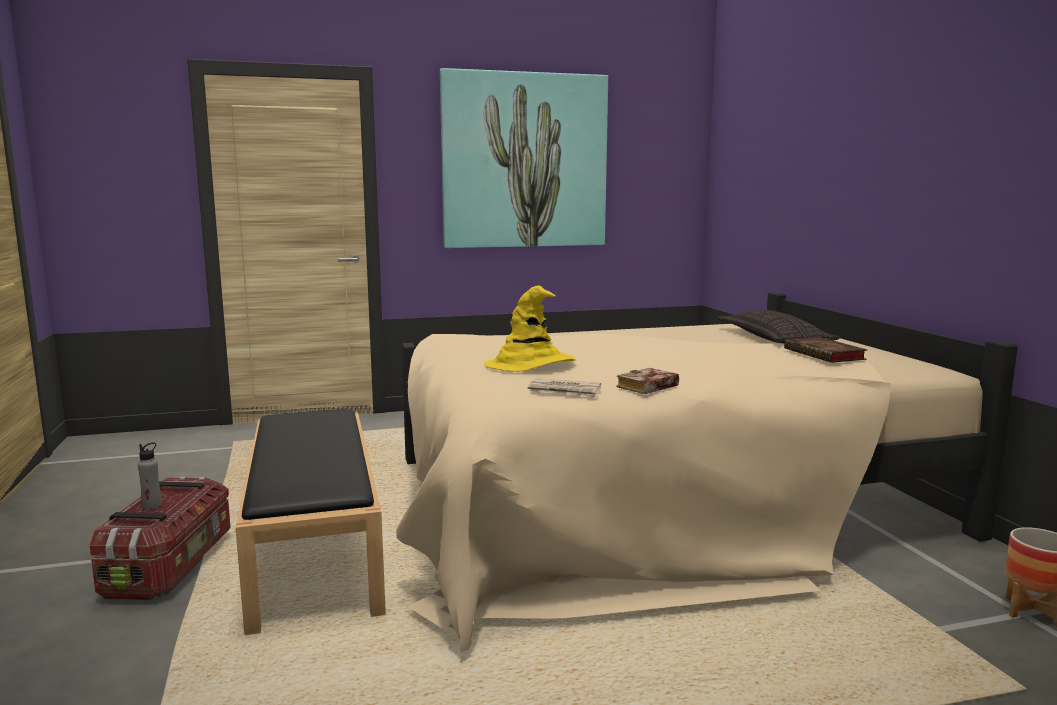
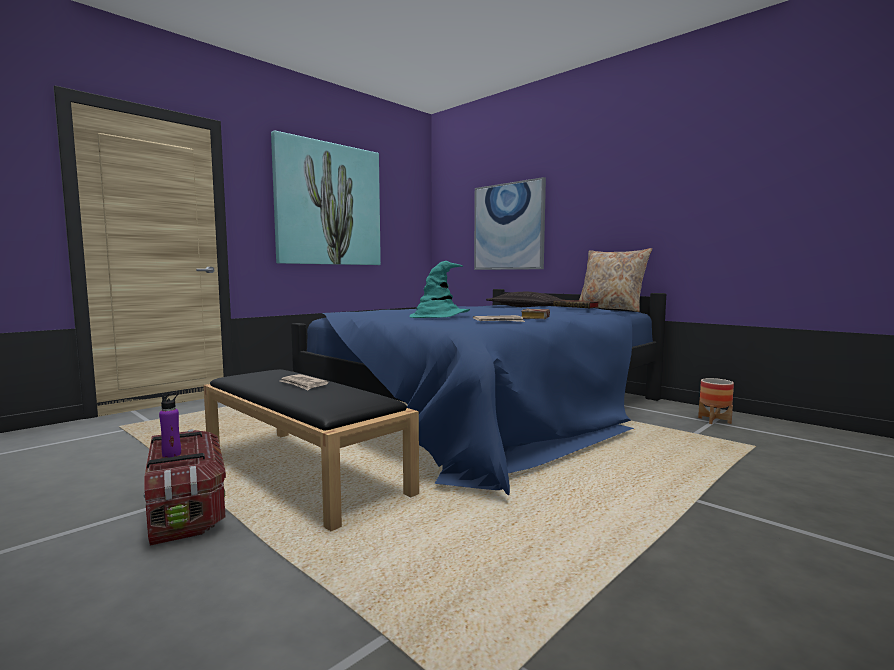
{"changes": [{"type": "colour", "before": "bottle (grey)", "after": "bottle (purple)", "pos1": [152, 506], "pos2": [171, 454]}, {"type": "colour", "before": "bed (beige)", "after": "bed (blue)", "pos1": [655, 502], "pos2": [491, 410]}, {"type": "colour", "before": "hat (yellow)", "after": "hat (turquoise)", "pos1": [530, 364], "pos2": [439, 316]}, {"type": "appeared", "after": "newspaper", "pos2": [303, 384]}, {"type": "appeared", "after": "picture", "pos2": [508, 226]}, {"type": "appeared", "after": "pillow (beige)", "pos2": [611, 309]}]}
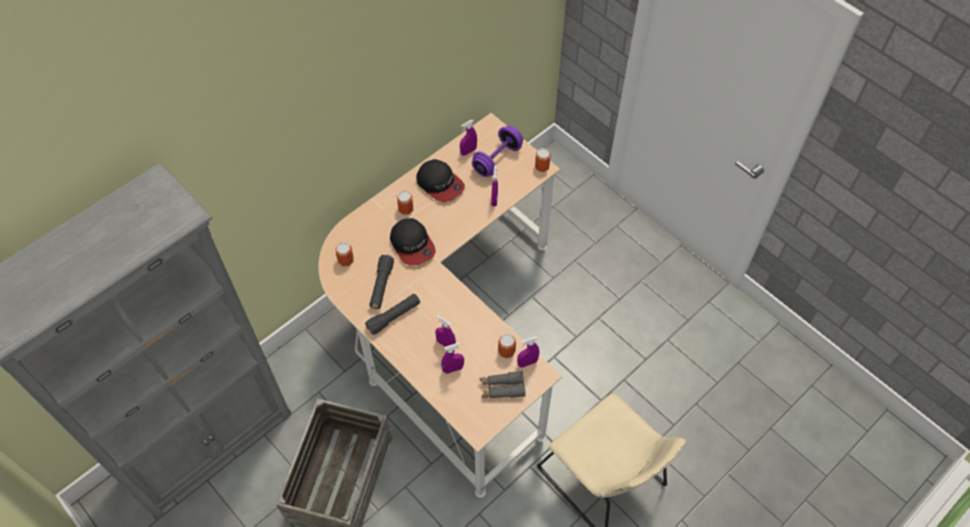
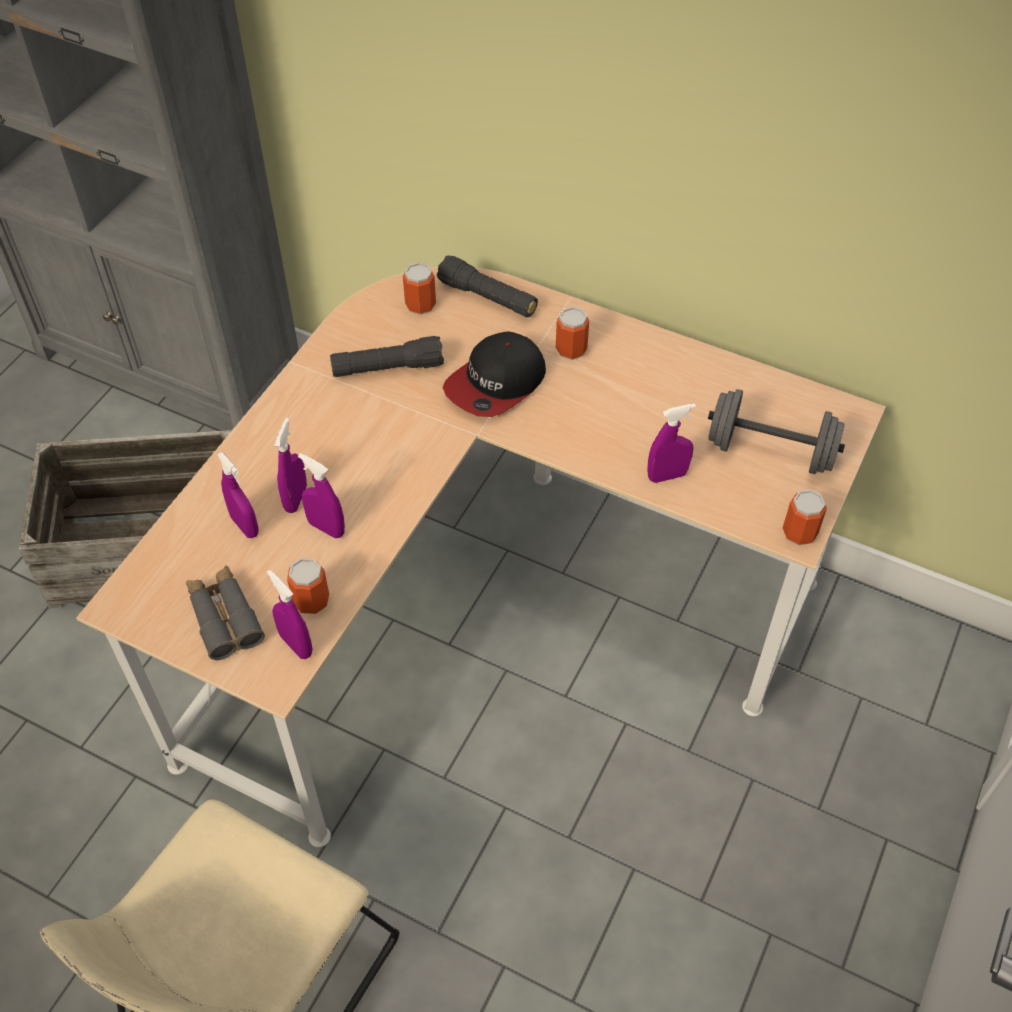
{"changes": [{"type": "relocated", "before": "flashlight (black)", "pos1": [394, 317], "pos2": [488, 298]}, {"type": "missing", "before": "cap", "pos1": [440, 184]}, {"type": "relocated", "before": "spray bottle (purple)", "pos1": [468, 151], "pos2": [326, 528]}, {"type": "colour", "before": "dumbbell (purple)", "after": "dumbbell (grey)", "pos1": [497, 160], "pos2": [770, 451]}]}
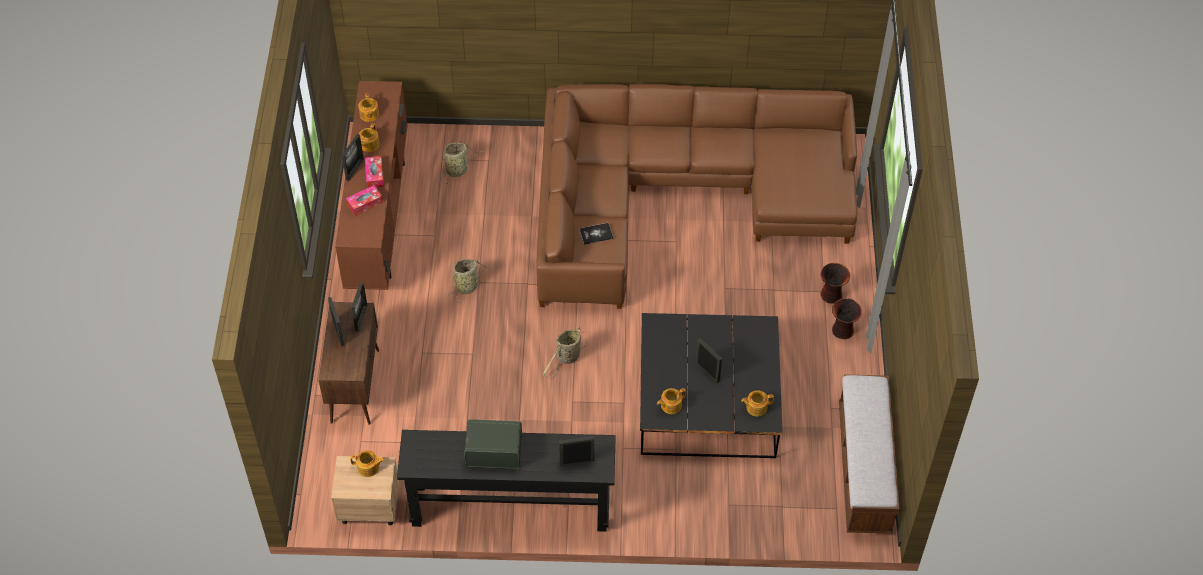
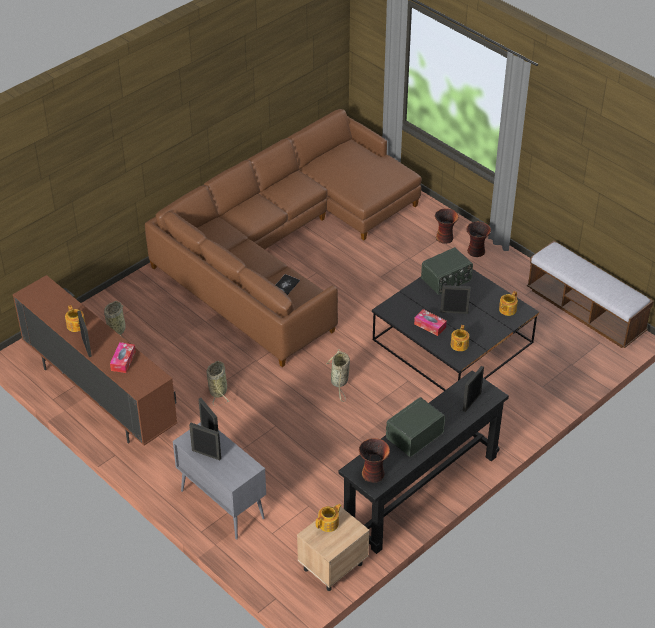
{"changes": [{"type": "colour", "before": "cabinet (brown)", "after": "cabinet (grey)", "pos1": [355, 385], "pos2": [221, 504]}, {"type": "missing", "before": "teapot", "pos1": [369, 115]}, {"type": "relocated", "before": "tissue box", "pos1": [374, 175], "pos2": [430, 326]}, {"type": "appeared", "after": "vase", "pos2": [374, 474]}, {"type": "appeared", "after": "radio", "pos2": [446, 280]}]}
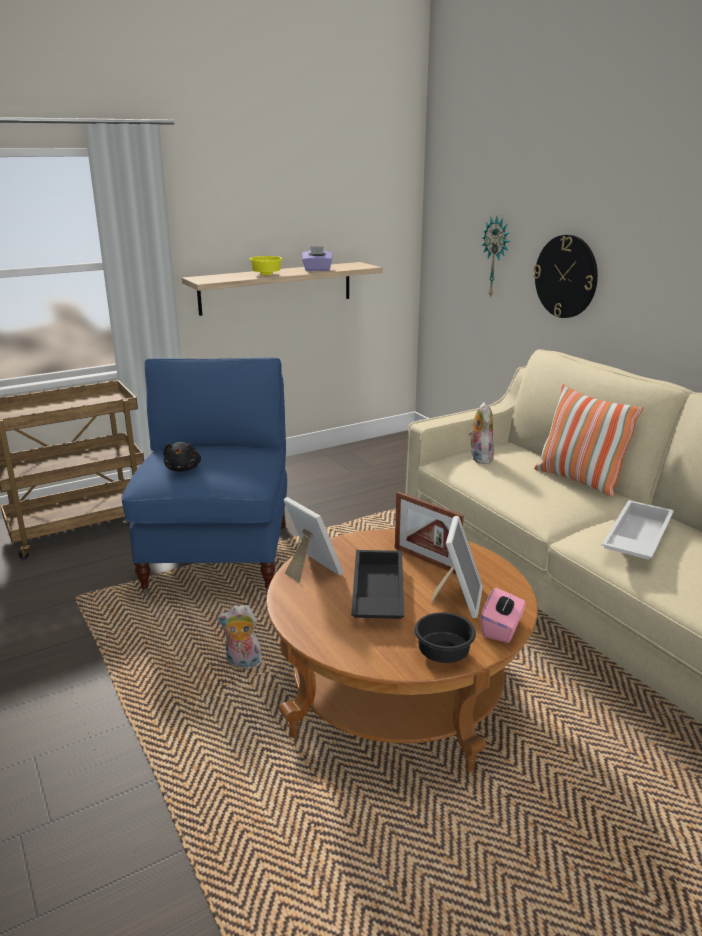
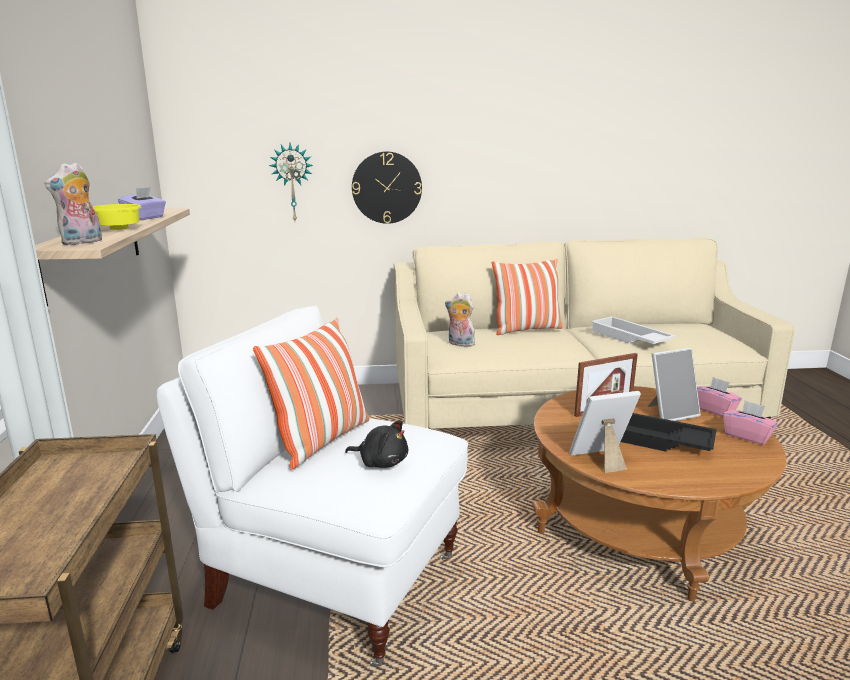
{"changes": [{"type": "colour", "before": "armchair (blue)", "after": "armchair (white)", "pos1": [220, 557], "pos2": [332, 580]}, {"type": "relocated", "before": "plush toy", "pos1": [242, 663], "pos2": [82, 242]}, {"type": "exchanged", "before": "bowl (black)", "after": "tissue box (pink)", "pos1": [441, 653], "pos2": [747, 436]}, {"type": "spun", "before": "picture frame", "pos1": [458, 599], "pos2": [670, 413], "turn": 120}, {"type": "appeared", "after": "pillow", "pos2": [321, 440]}]}
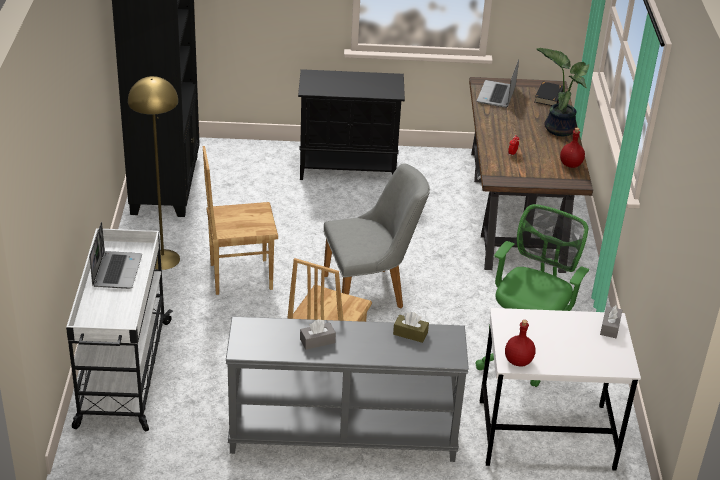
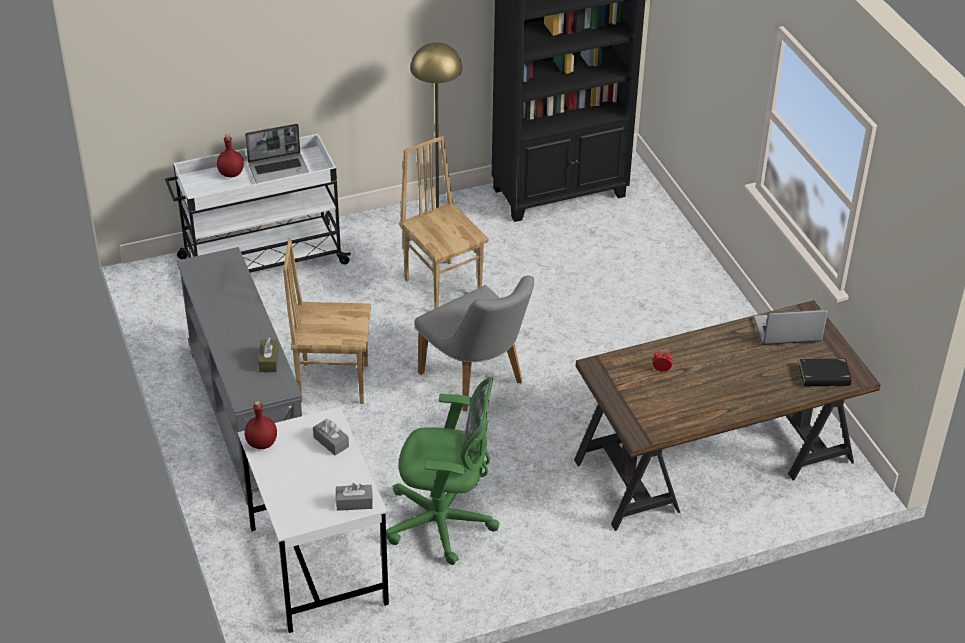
{"changes": [{"type": "missing", "before": "cabinet (black)", "pos1": [349, 169]}, {"type": "relocated", "before": "tissue box (grey)", "pos1": [317, 341], "pos2": [331, 442]}, {"type": "missing", "before": "potted plant", "pos1": [559, 128]}, {"type": "relocated", "before": "bottle (red)", "pos1": [571, 164], "pos2": [231, 174]}]}
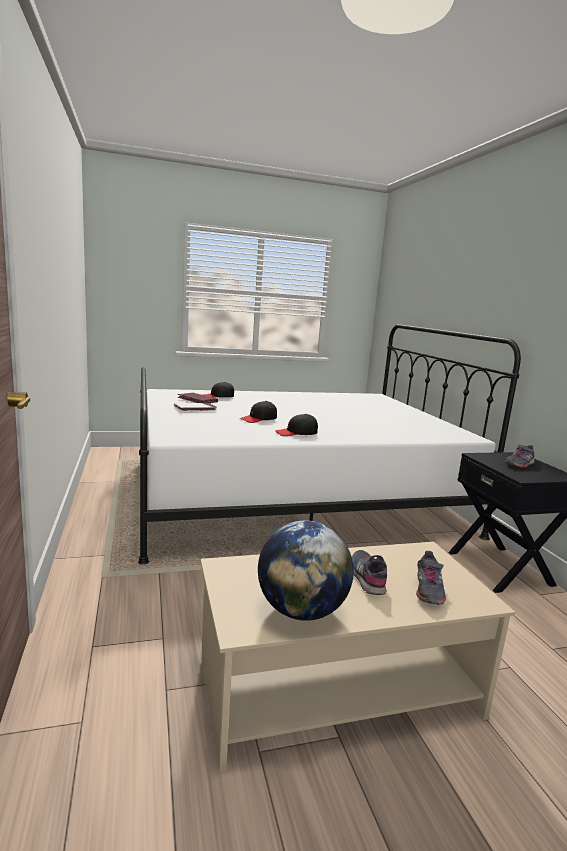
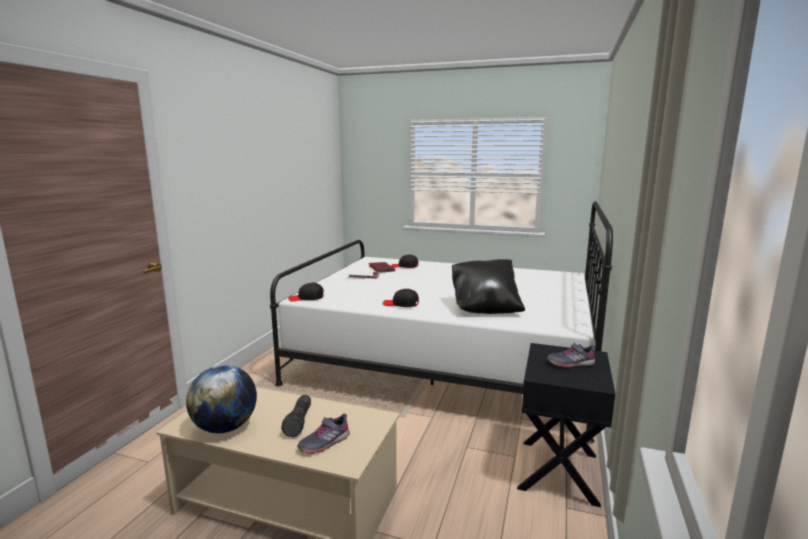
{"changes": [{"type": "relocated", "before": "cap (black)", "pos1": [259, 419], "pos2": [306, 298]}, {"type": "exchanged", "before": "shoe (grey)", "after": "flashlight", "pos1": [367, 577], "pos2": [299, 422]}, {"type": "appeared", "after": "pillow (black)", "pos2": [485, 308]}]}
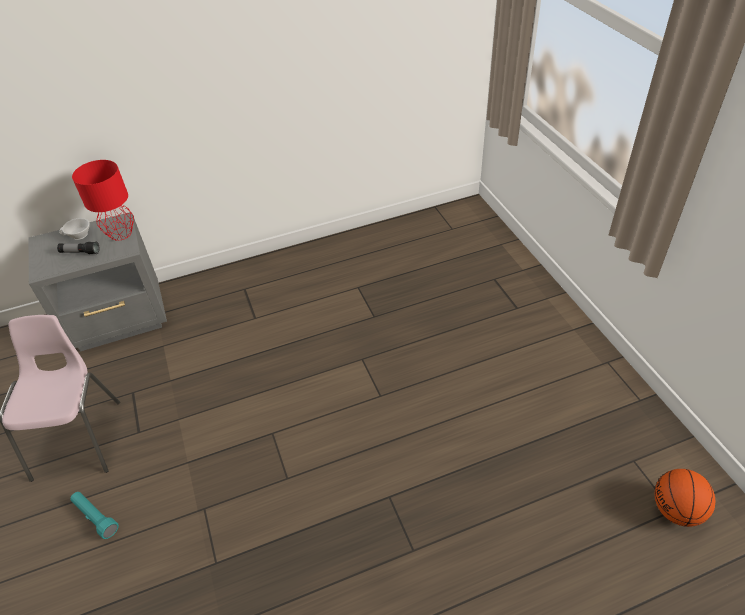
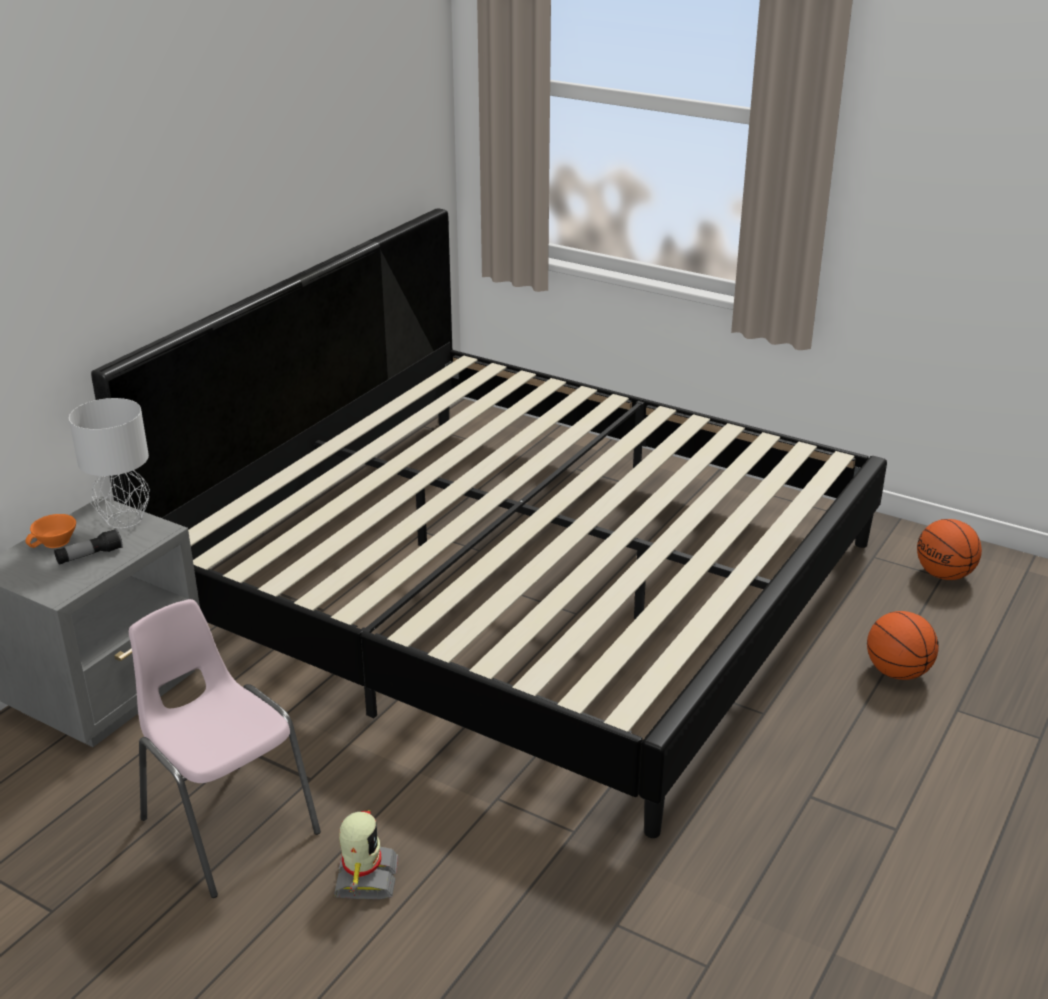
{"changes": [{"type": "colour", "before": "cup (white)", "after": "cup (orange)", "pos1": [78, 235], "pos2": [55, 542]}, {"type": "exchanged", "before": "flashlight (turquoise)", "after": "toy robot", "pos1": [95, 517], "pos2": [364, 878]}, {"type": "colour", "before": "table lamp (red)", "after": "table lamp (grey)", "pos1": [121, 233], "pos2": [124, 519]}, {"type": "appeared", "after": "bed", "pos2": [523, 581]}, {"type": "appeared", "after": "basketball", "pos2": [896, 672]}]}
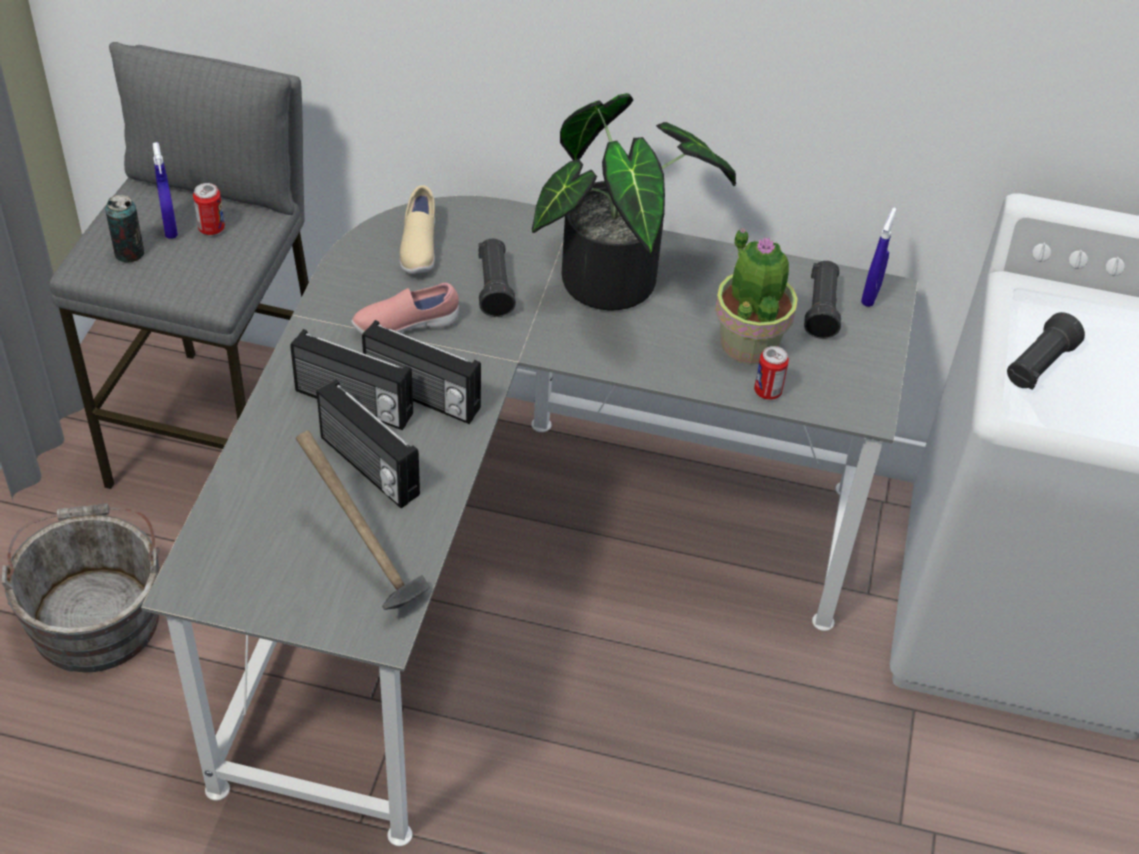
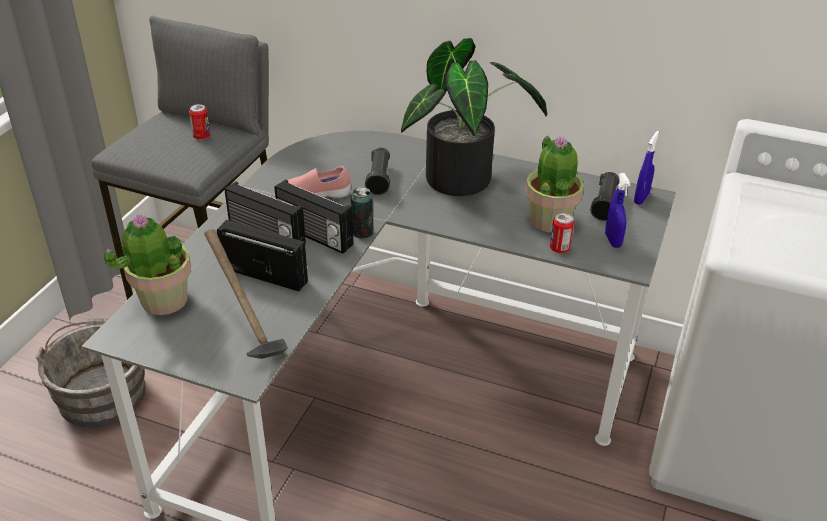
{"changes": [{"type": "relocated", "before": "can", "pos1": [129, 253], "pos2": [362, 232]}, {"type": "relocated", "before": "spray bottle (blue)", "pos1": [170, 228], "pos2": [612, 240]}, {"type": "spun", "before": "radio", "pos1": [367, 467], "pos2": [265, 274], "turn": 150}, {"type": "missing", "before": "shoe (beige)", "pos1": [418, 248]}, {"type": "missing", "before": "flashlight (black)", "pos1": [1038, 366]}, {"type": "appeared", "after": "potted plant", "pos2": [163, 300]}]}
